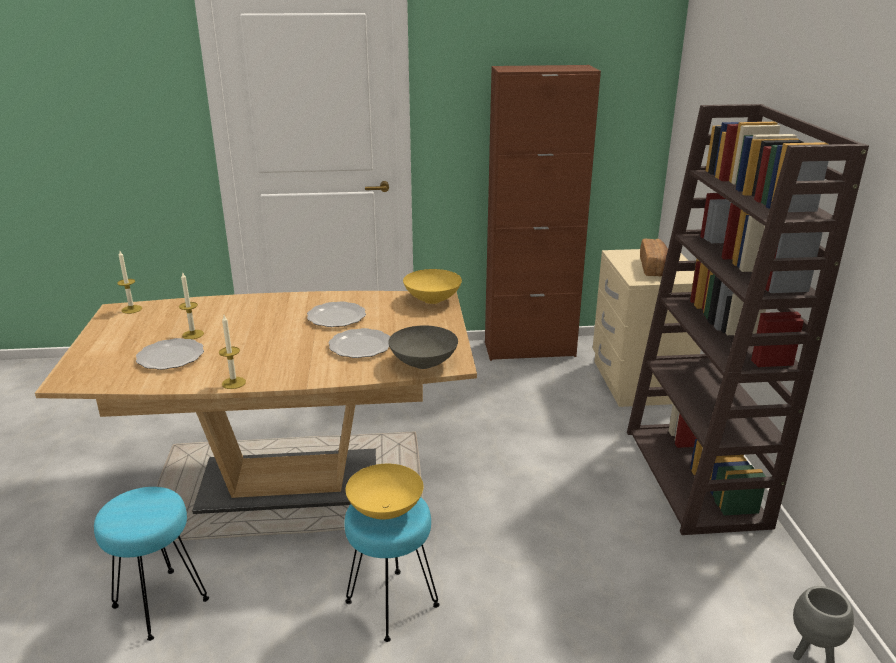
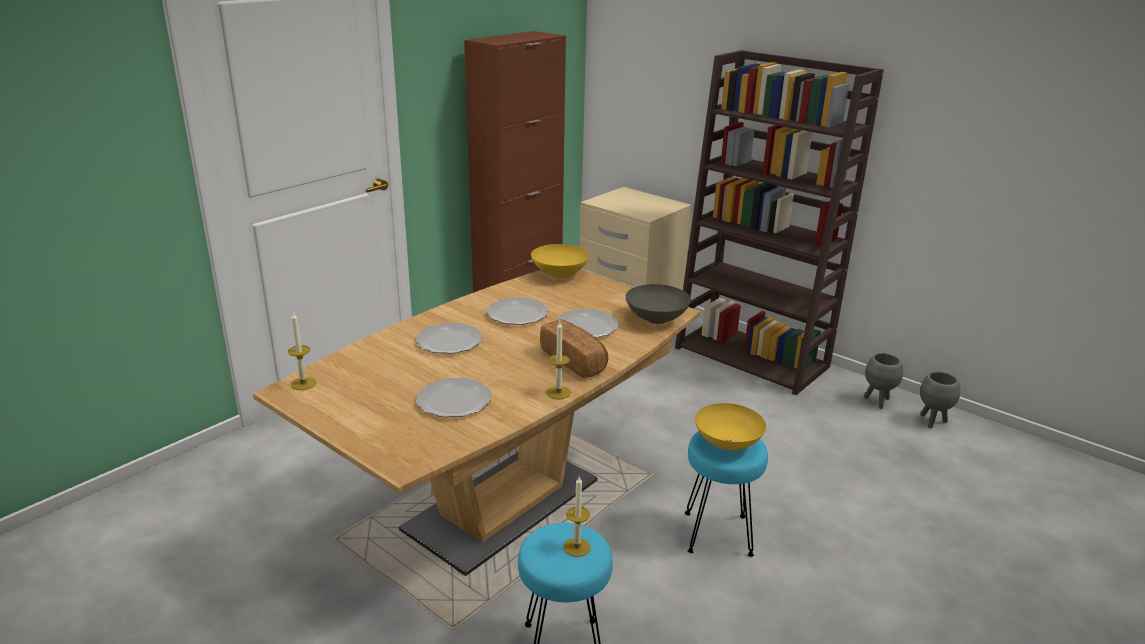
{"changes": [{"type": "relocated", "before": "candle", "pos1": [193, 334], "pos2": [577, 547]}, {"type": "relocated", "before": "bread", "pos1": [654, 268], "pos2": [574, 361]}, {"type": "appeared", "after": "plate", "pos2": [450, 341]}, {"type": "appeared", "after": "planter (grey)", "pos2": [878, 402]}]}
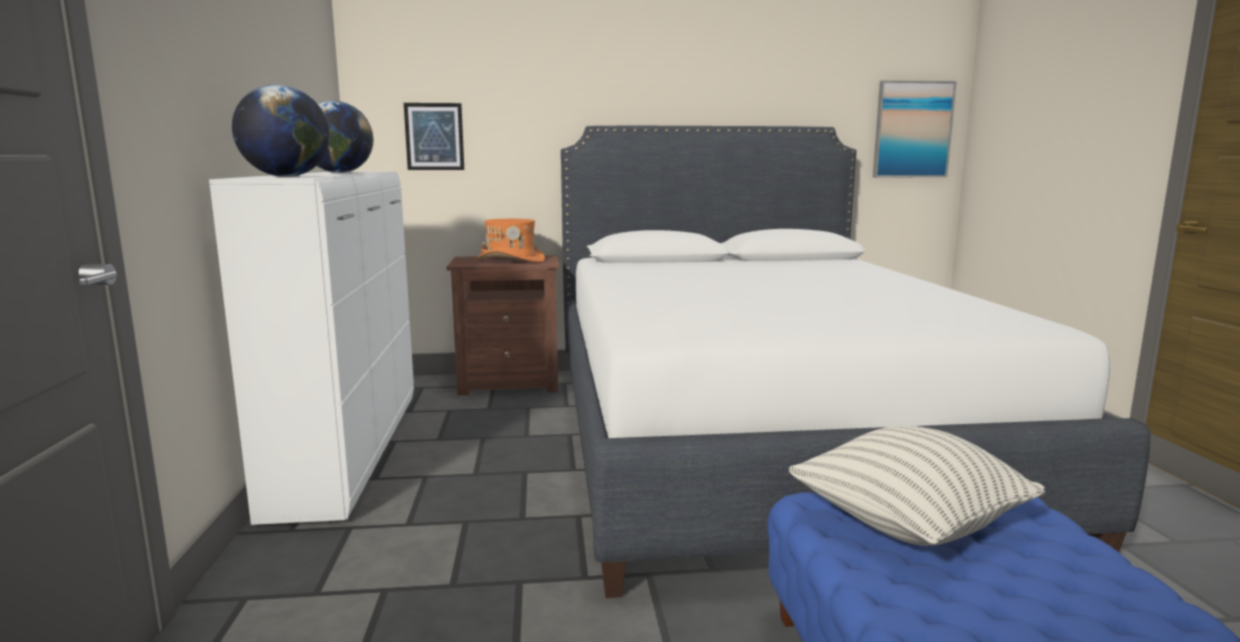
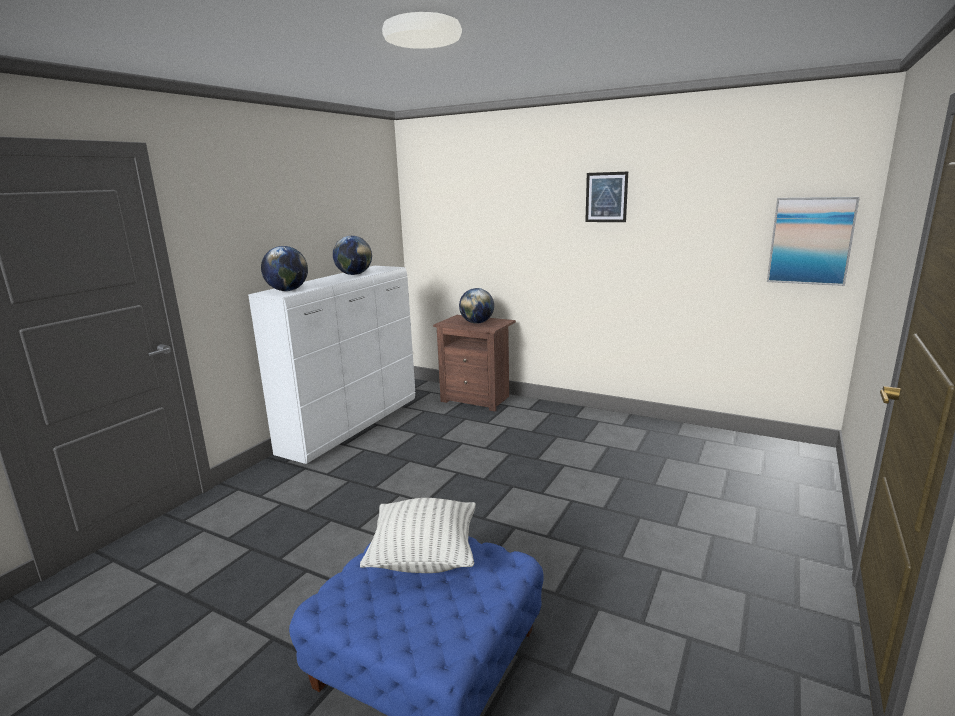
{"changes": [{"type": "relocated", "before": "picture", "pos1": [434, 136], "pos2": [606, 197]}, {"type": "exchanged", "before": "hat (orange)", "after": "globe", "pos1": [511, 260], "pos2": [477, 323]}, {"type": "missing", "before": "bed (white)", "pos1": [759, 440]}]}
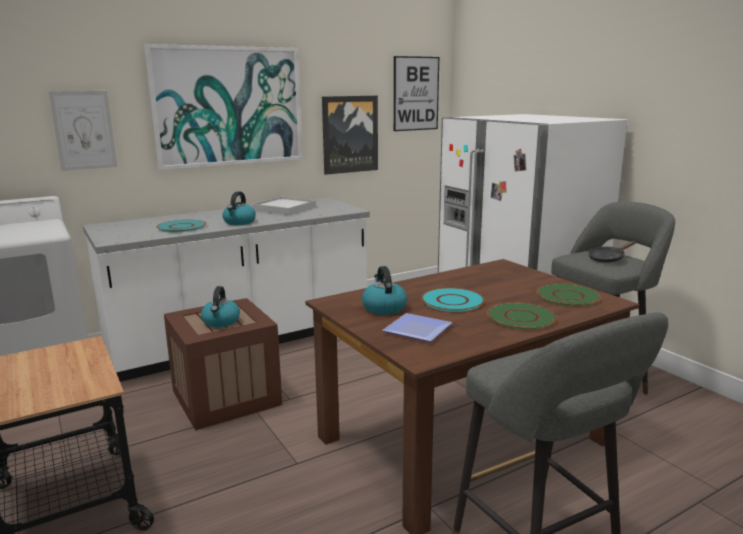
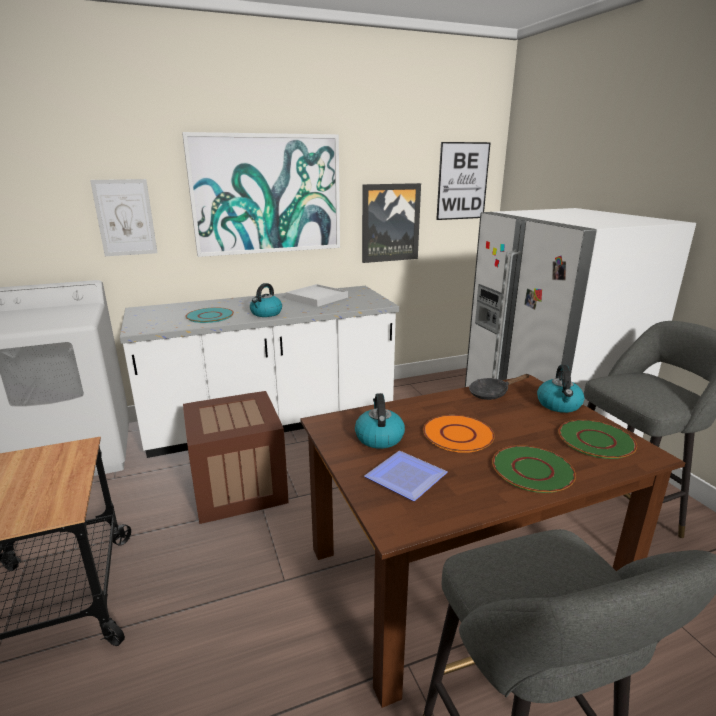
{"changes": [{"type": "relocated", "before": "kettle", "pos1": [221, 322], "pos2": [559, 405]}, {"type": "colour", "before": "plate (turquoise)", "after": "plate (orange)", "pos1": [453, 301], "pos2": [458, 435]}, {"type": "relocated", "before": "frying pan (black)", "pos1": [608, 259], "pos2": [491, 393]}]}
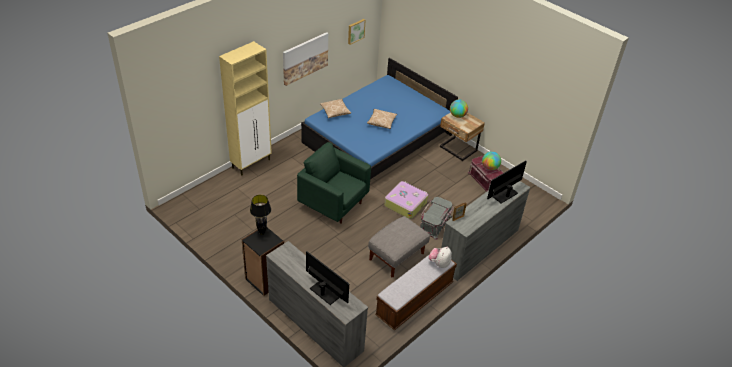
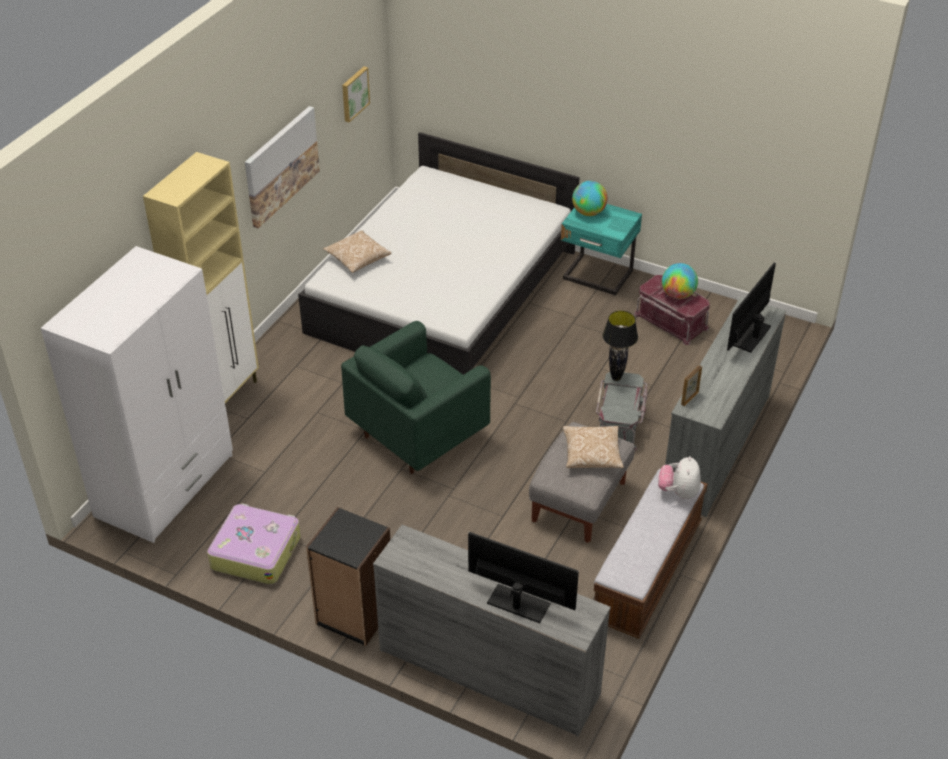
{"changes": [{"type": "relocated", "before": "table lamp (black)", "pos1": [262, 233], "pos2": [616, 378]}, {"type": "spun", "before": "armchair (green)", "pos1": [333, 204], "pos2": [417, 435], "turn": -60}, {"type": "colour", "before": "bed (blue)", "after": "bed (white)", "pos1": [377, 138], "pos2": [443, 291]}, {"type": "relocated", "before": "pillow", "pos1": [381, 122], "pos2": [592, 455]}, {"type": "relocated", "before": "suitcase", "pos1": [405, 203], "pos2": [256, 551]}, {"type": "colour", "before": "nightstand (beige)", "after": "nightstand (turquoise)", "pos1": [457, 150], "pos2": [597, 277]}, {"type": "appeared", "after": "wardrobe (white)", "pos2": [166, 485]}]}
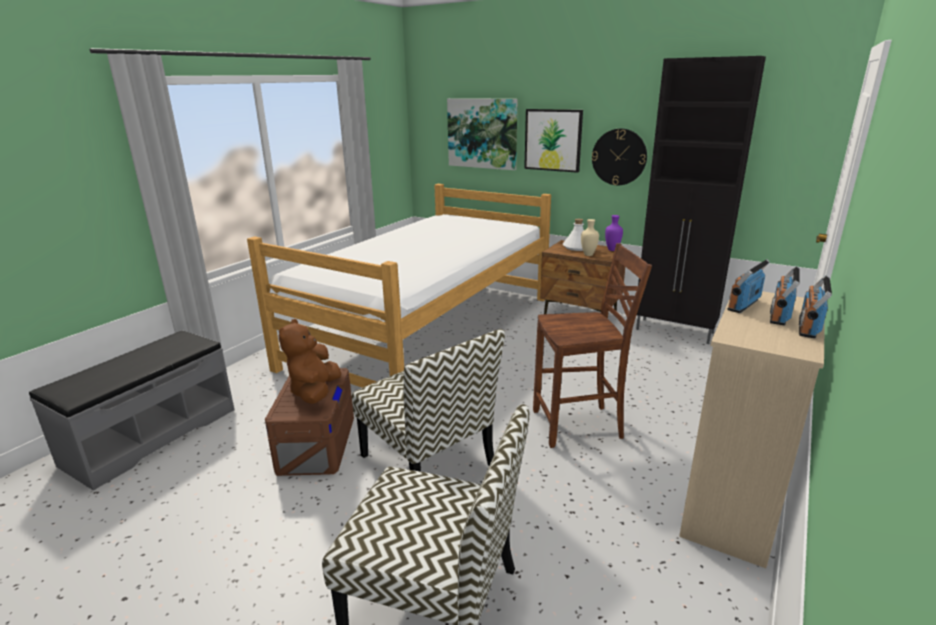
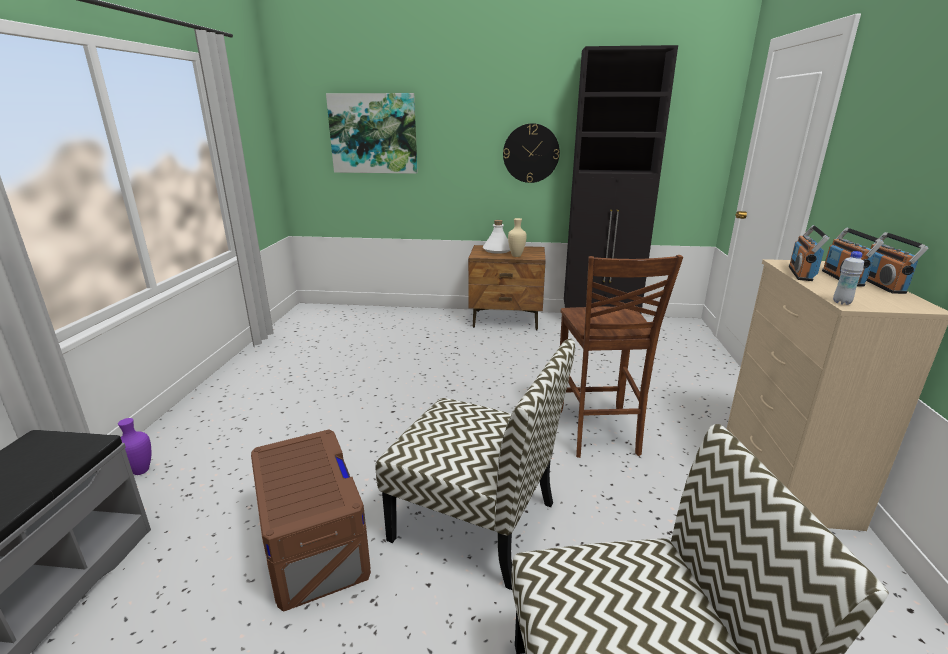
{"changes": [{"type": "missing", "before": "bed", "pos1": [427, 330]}, {"type": "missing", "before": "plush toy (brown)", "pos1": [315, 392]}, {"type": "missing", "before": "picture", "pos1": [553, 140]}, {"type": "spun", "before": "chair (brown)", "pos1": [579, 425], "pos2": [597, 433], "turn": 120}, {"type": "relocated", "before": "vase (purple)", "pos1": [612, 250], "pos2": [141, 470]}, {"type": "appeared", "after": "bottle (white)", "pos2": [841, 302]}]}
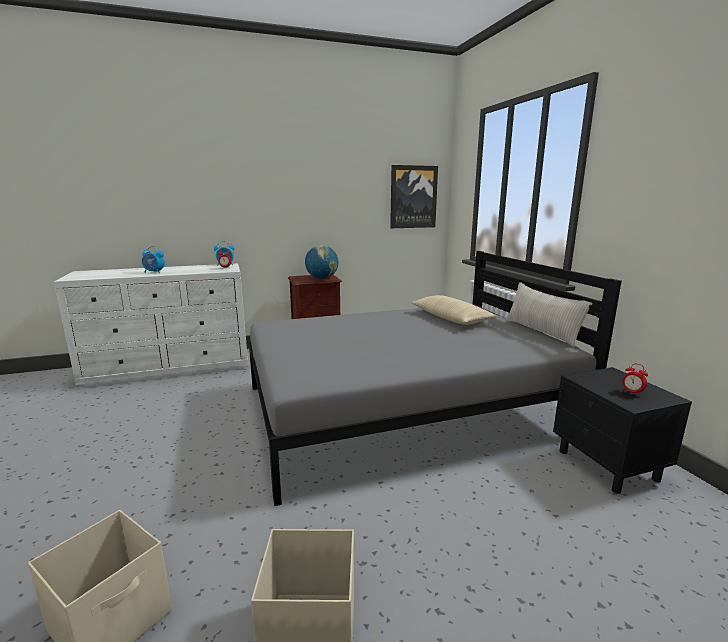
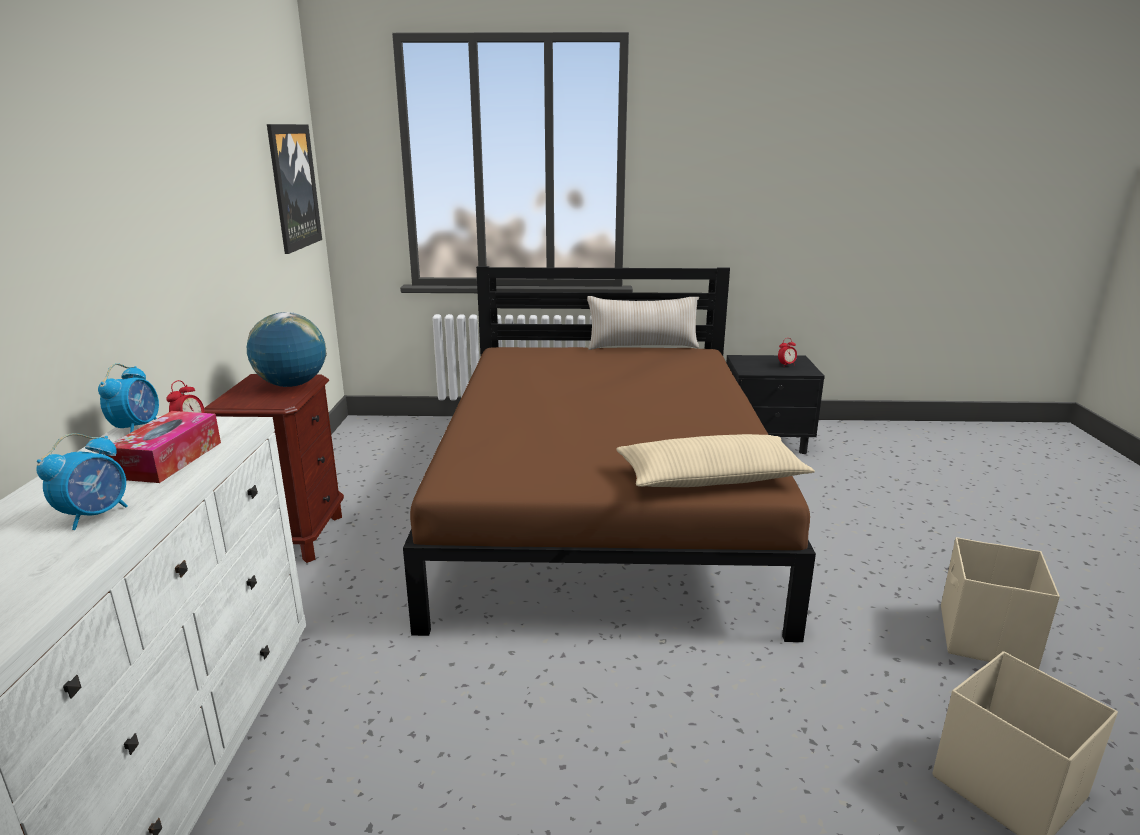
{"changes": [{"type": "colour", "before": "bed (grey)", "after": "bed (brown)", "pos1": [404, 408], "pos2": [603, 507]}, {"type": "relocated", "before": "pillow (beige)", "pos1": [450, 318], "pos2": [711, 478]}, {"type": "appeared", "after": "tissue box", "pos2": [169, 460]}]}
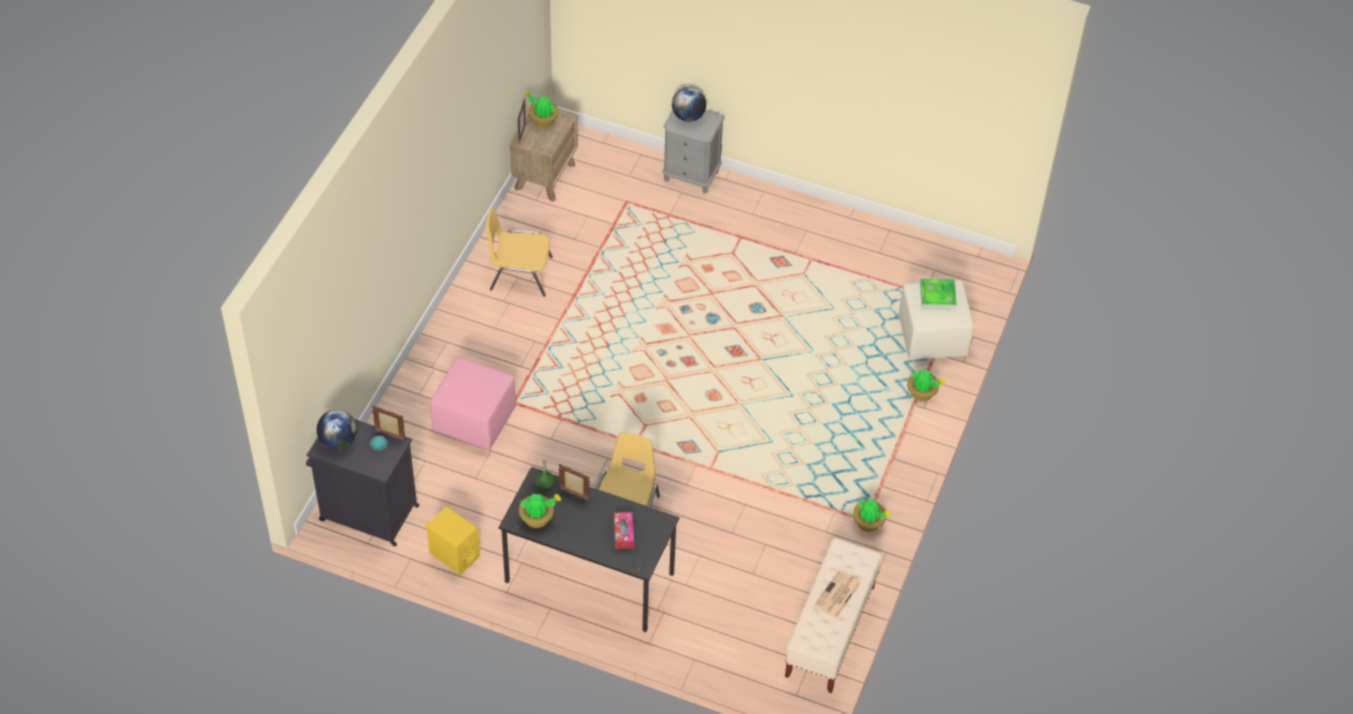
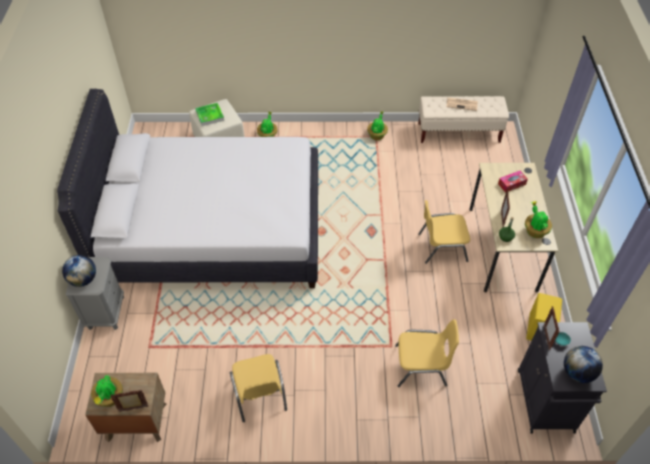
{"changes": [{"type": "exchanged", "before": "ottoman (pink)", "after": "chair (yellow)", "pos1": [473, 420], "pos2": [421, 366]}, {"type": "colour", "before": "desk (black)", "after": "desk (beige)", "pos1": [589, 577], "pos2": [502, 248]}, {"type": "appeared", "after": "bed (white)", "pos2": [213, 230]}]}
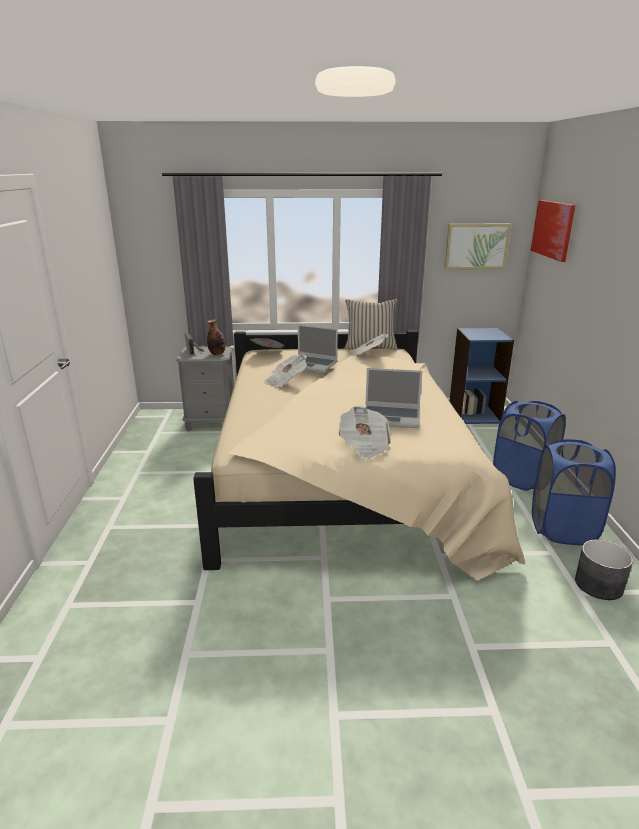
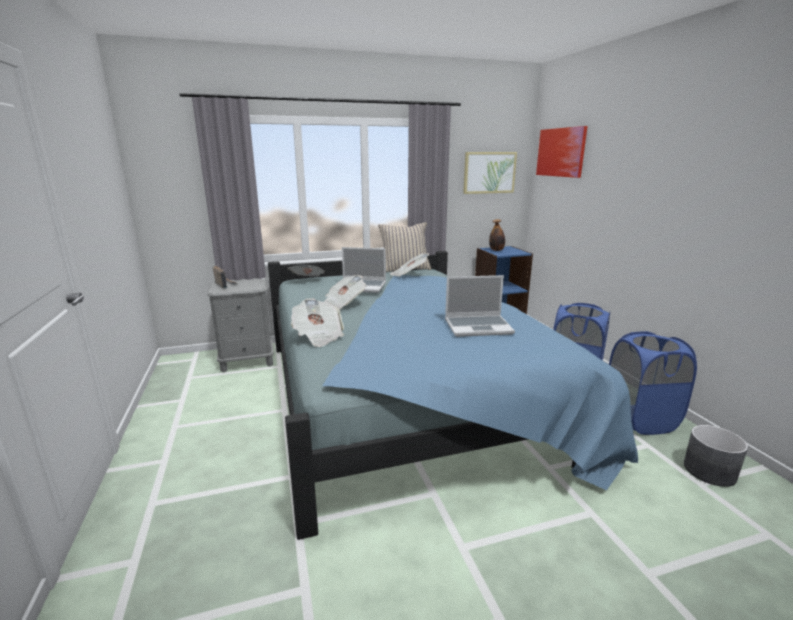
{"changes": [{"type": "colour", "before": "bed (beige)", "after": "bed (blue)", "pos1": [343, 477], "pos2": [410, 399]}, {"type": "relocated", "before": "bottle", "pos1": [217, 354], "pos2": [496, 250]}, {"type": "relocated", "before": "newspaper", "pos1": [364, 446], "pos2": [318, 336]}]}
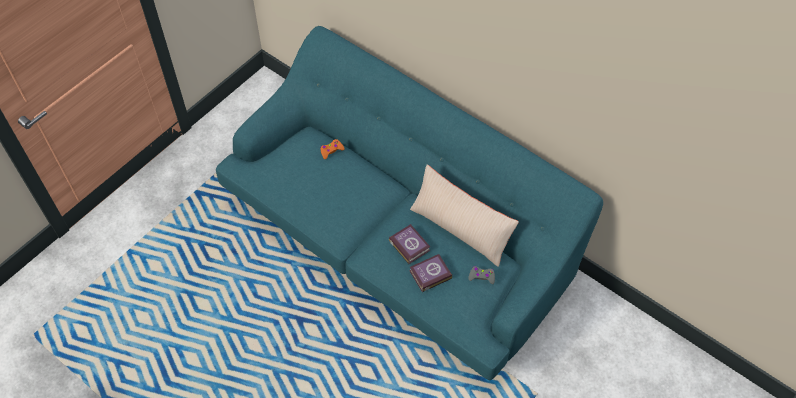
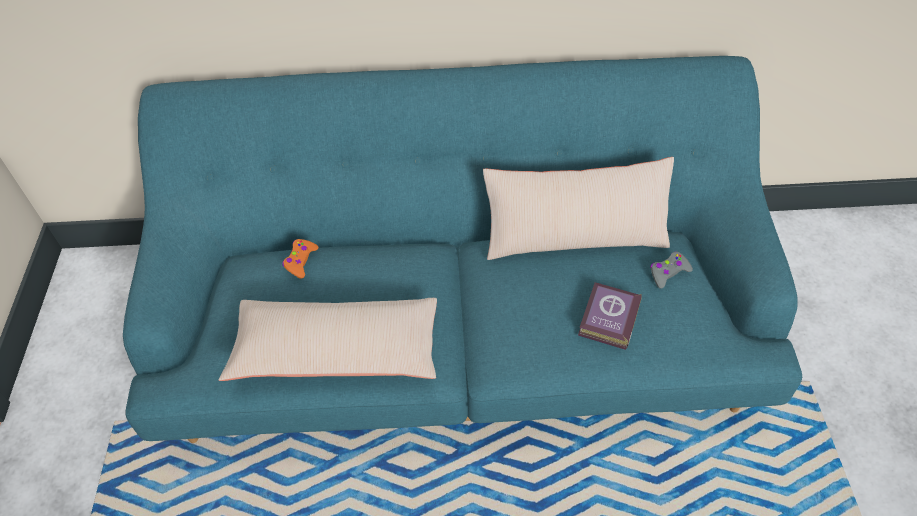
{"changes": [{"type": "missing", "before": "book", "pos1": [409, 245]}, {"type": "appeared", "after": "pillow (beige)", "pos2": [337, 351]}]}
